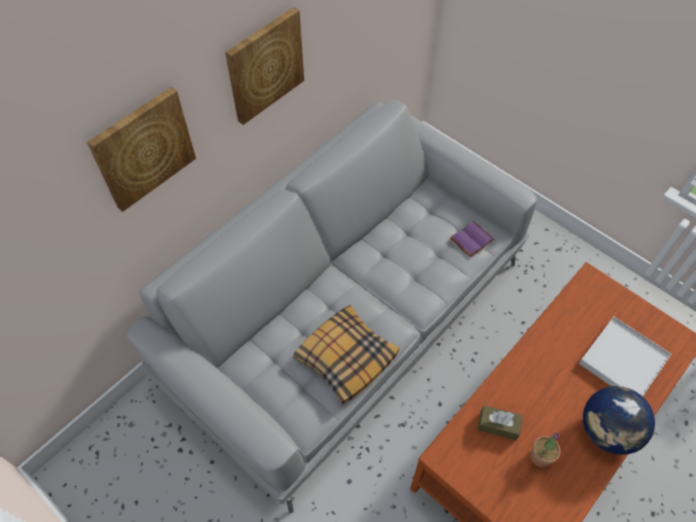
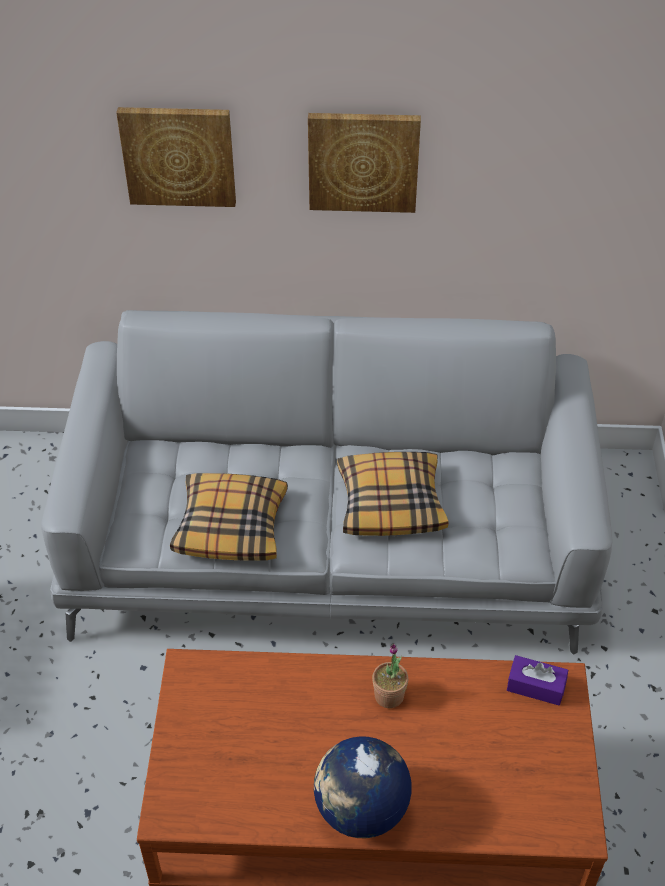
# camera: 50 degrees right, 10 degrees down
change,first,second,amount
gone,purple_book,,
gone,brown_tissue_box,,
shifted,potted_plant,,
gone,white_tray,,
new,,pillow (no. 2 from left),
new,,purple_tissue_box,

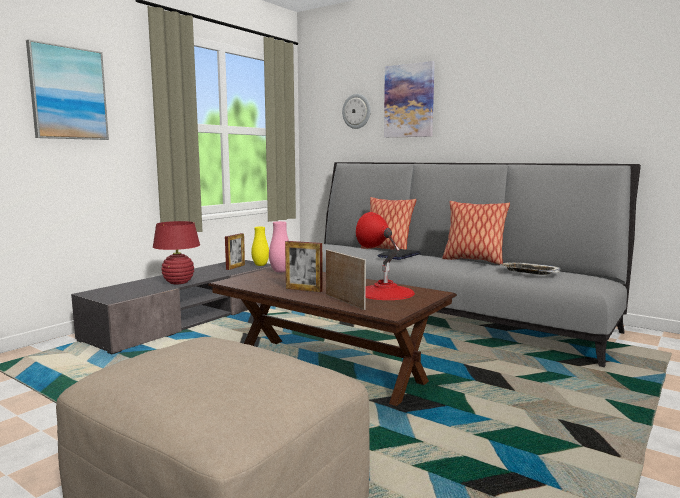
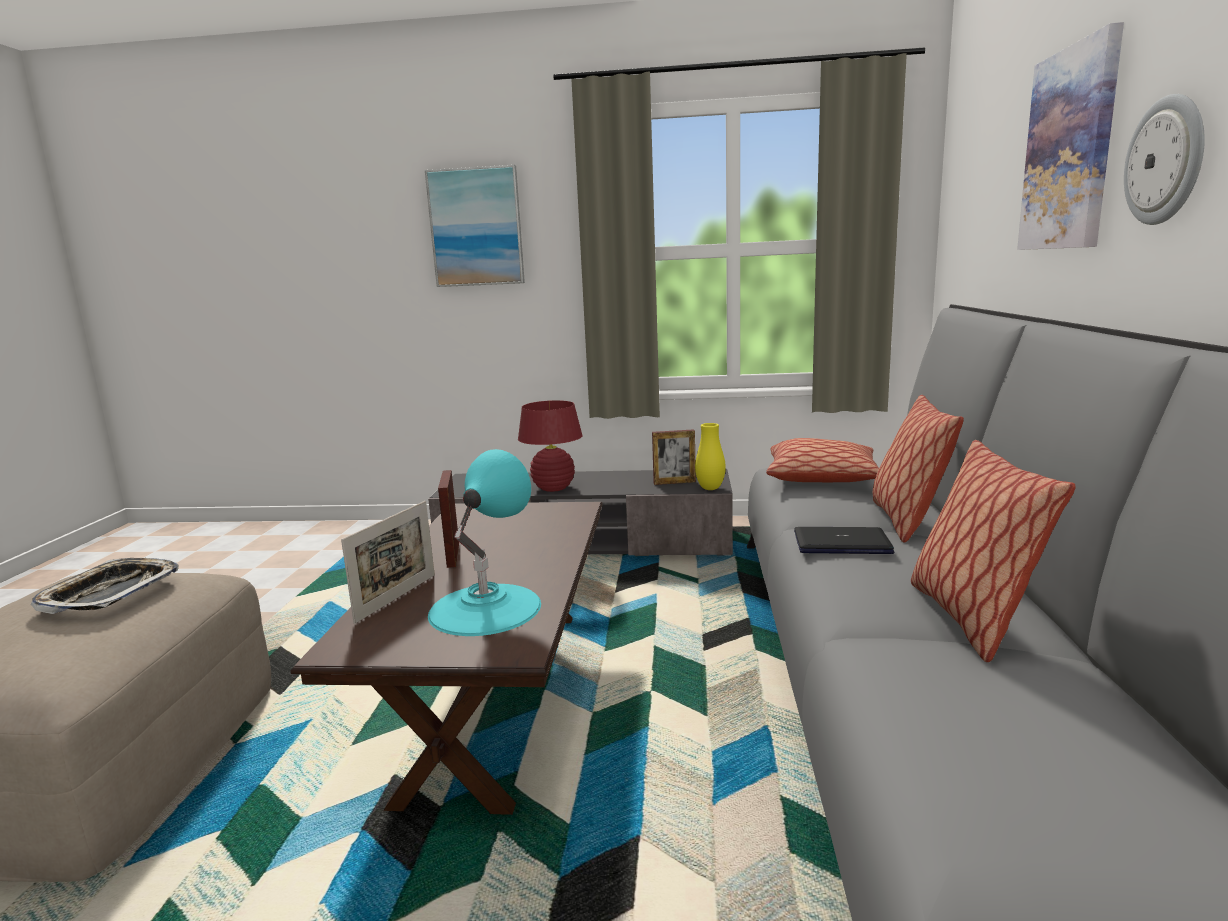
# camera: 60 degrees right, 5 degrees up
change,first,second,amount
gone,pink_vase,,
shifted,wall_clock,,
repainted,red_table_lamp (no. 2 from left),turquoise_table_lamp,
shifted,tray,,
new,,pillow (no. 1 from left),

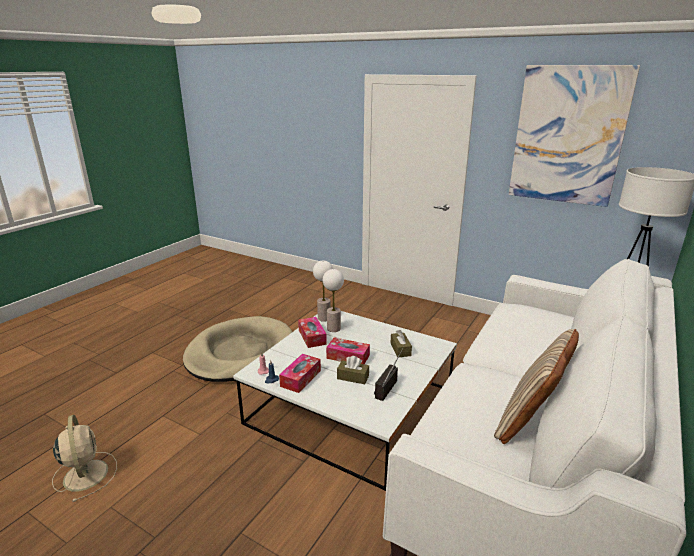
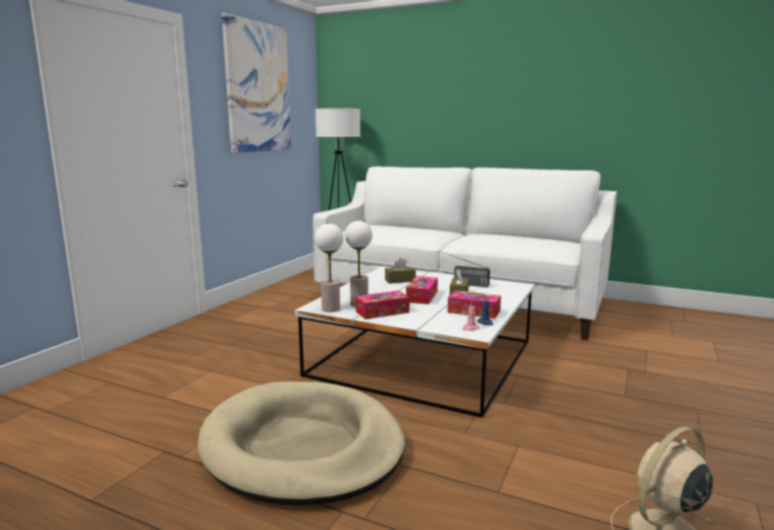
# camera: 95 degrees left, 10 degrees down
change,first,second,amount
gone,beige_pillow,,

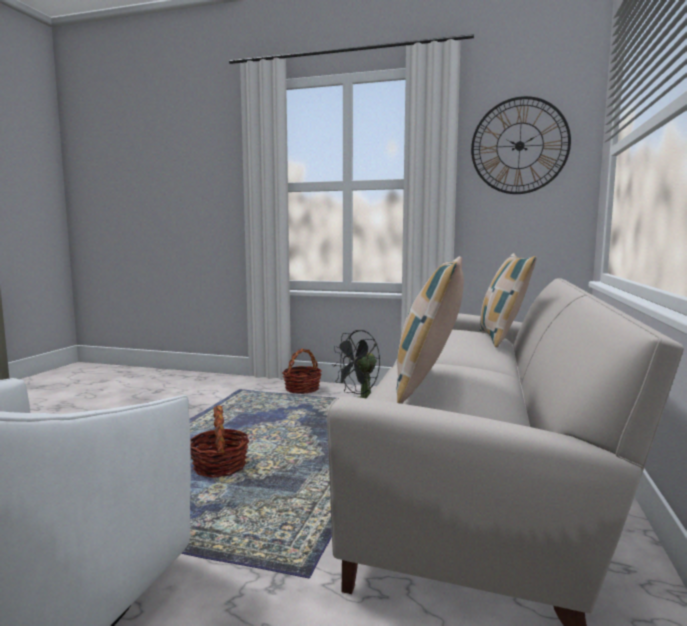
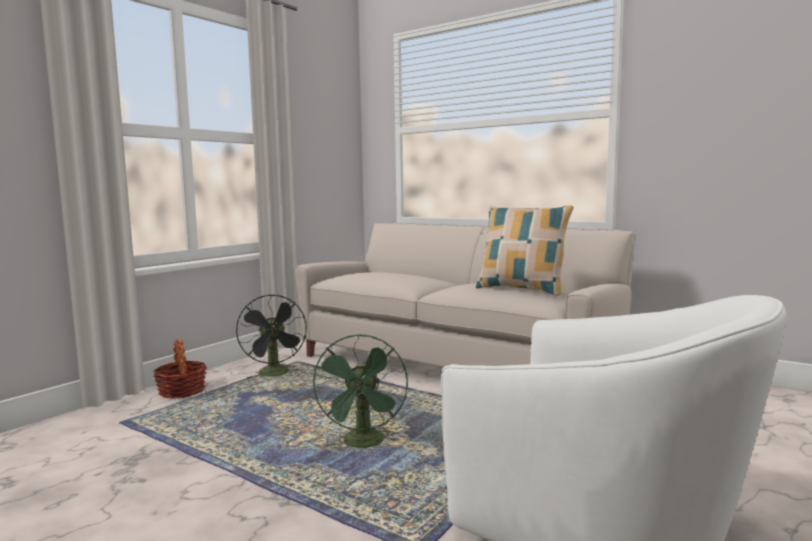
# camera: 70 degrees left, 0 degrees up
change,first,second,amount
swapped,basket (no. 1 from left),green_fan,
gone,wall_clock,,
gone,pillow (no. 2 from left),,

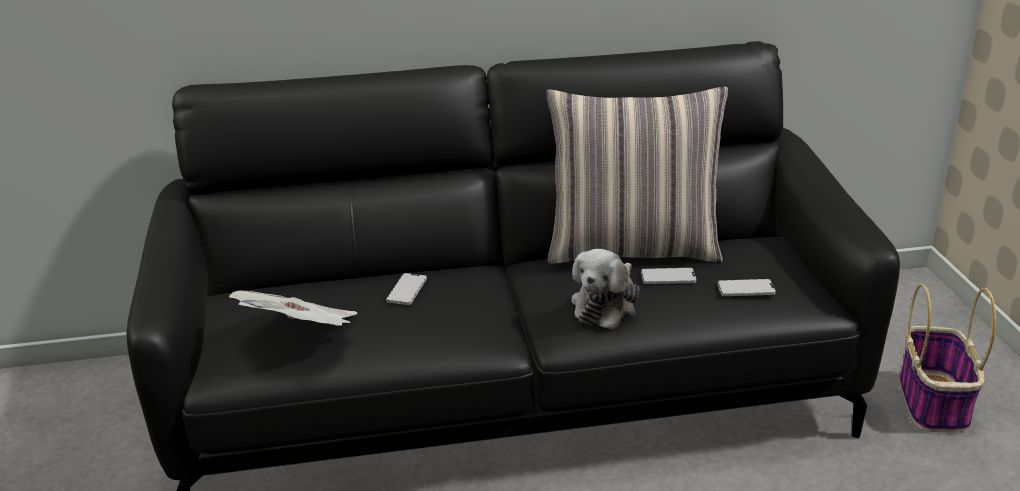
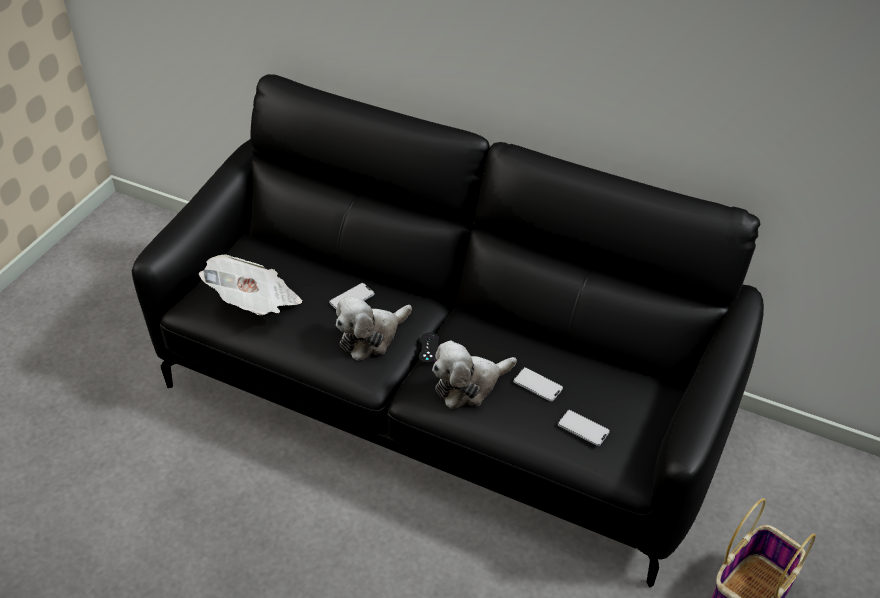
# camera: 35 degrees right, 15 degrees up
change,first,second,amount
gone,pillow,,
new,,plush_toy (no. 1 from left),
new,,black_game_controller,

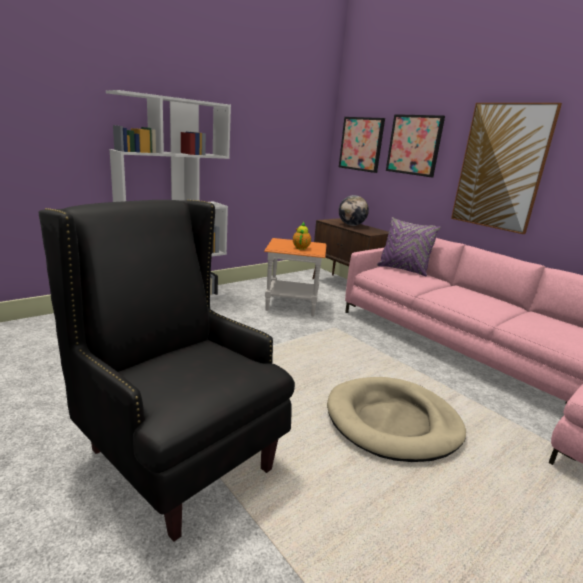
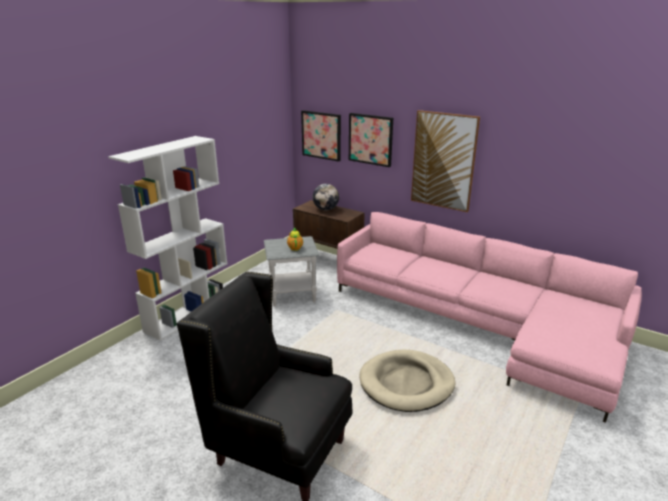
# camera: 15 degrees left, 5 degrees up
change,first,second,amount
repainted,orange_side_table,grey_side_table,
gone,purple_pillow,,

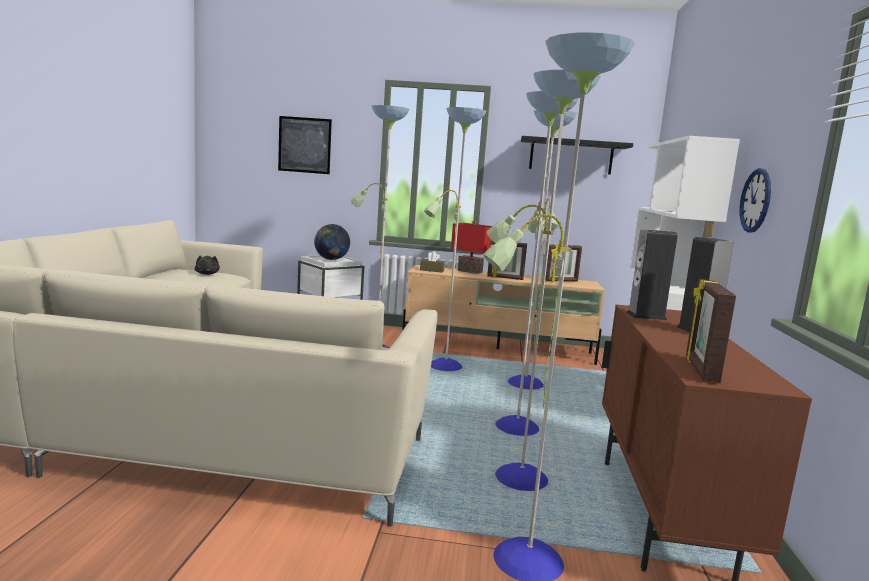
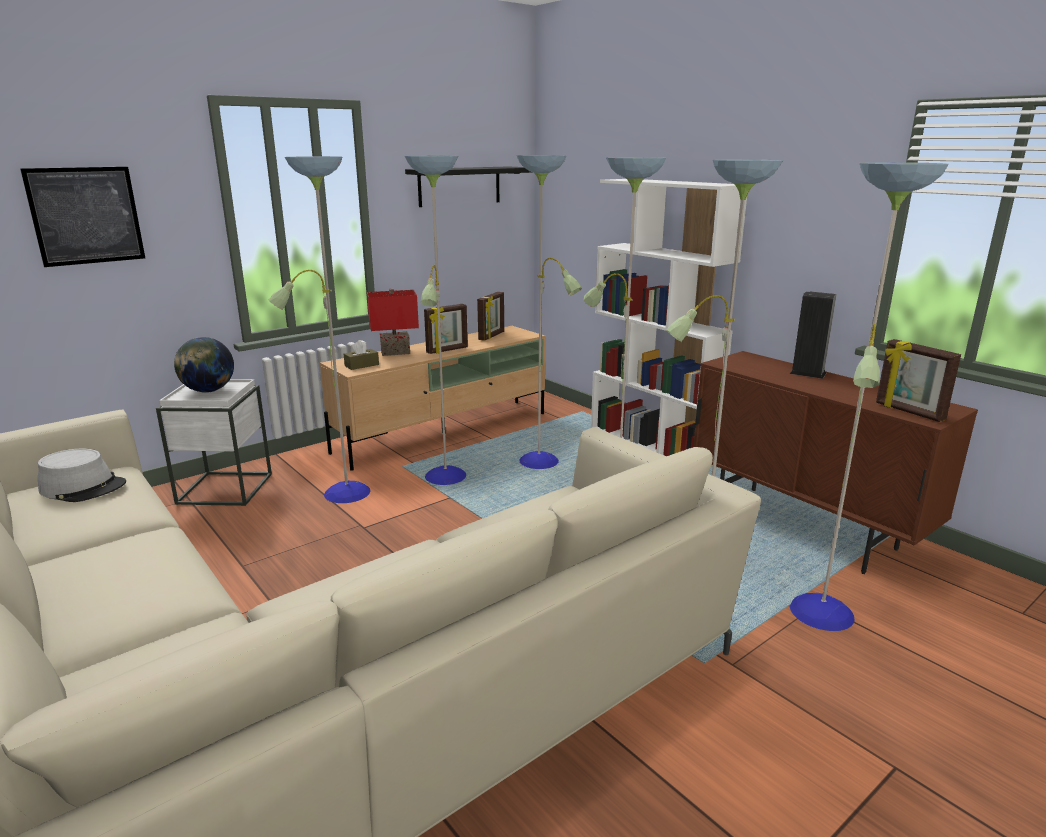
# camera: 45 degrees left, 10 degrees up
change,first,second,amount
swapped,black_plush_toy,grey_hat,
gone,speaker (no. 1 from left),,
gone,wall_clock,,

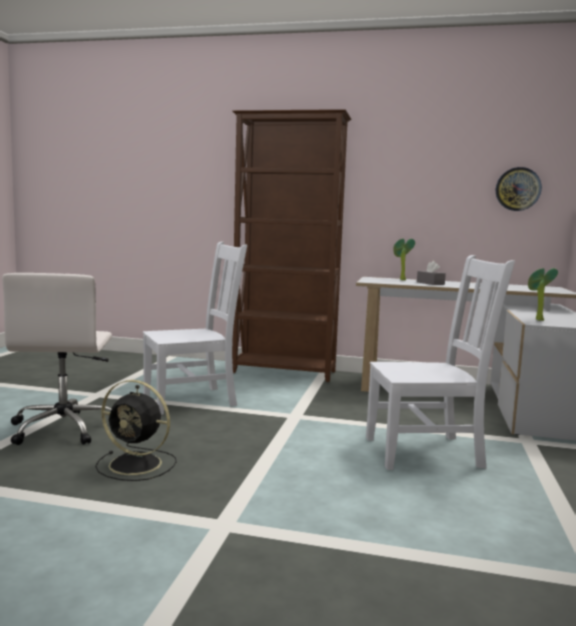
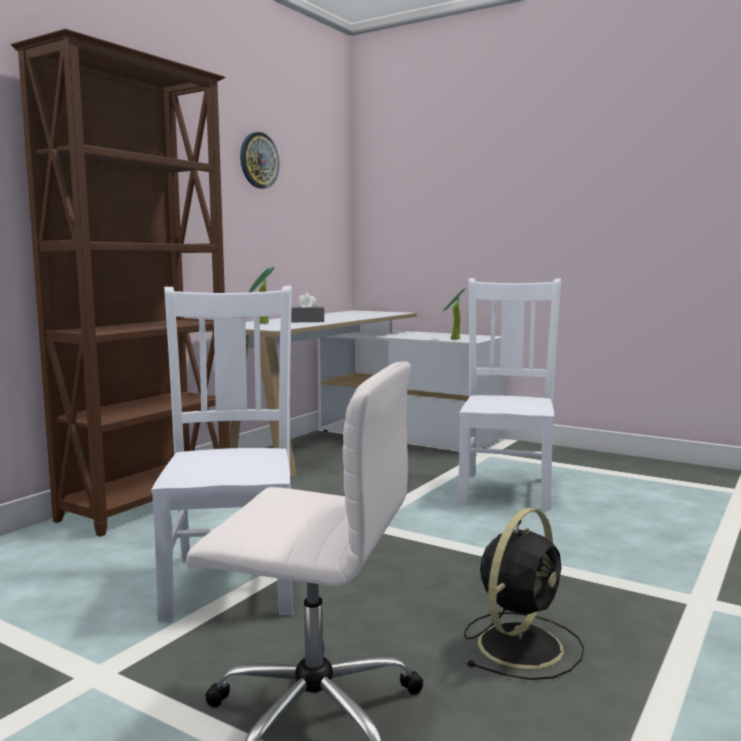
# camera: 70 degrees left, 0 degrees up
change,first,second,amount
shifted,wall_clock,,

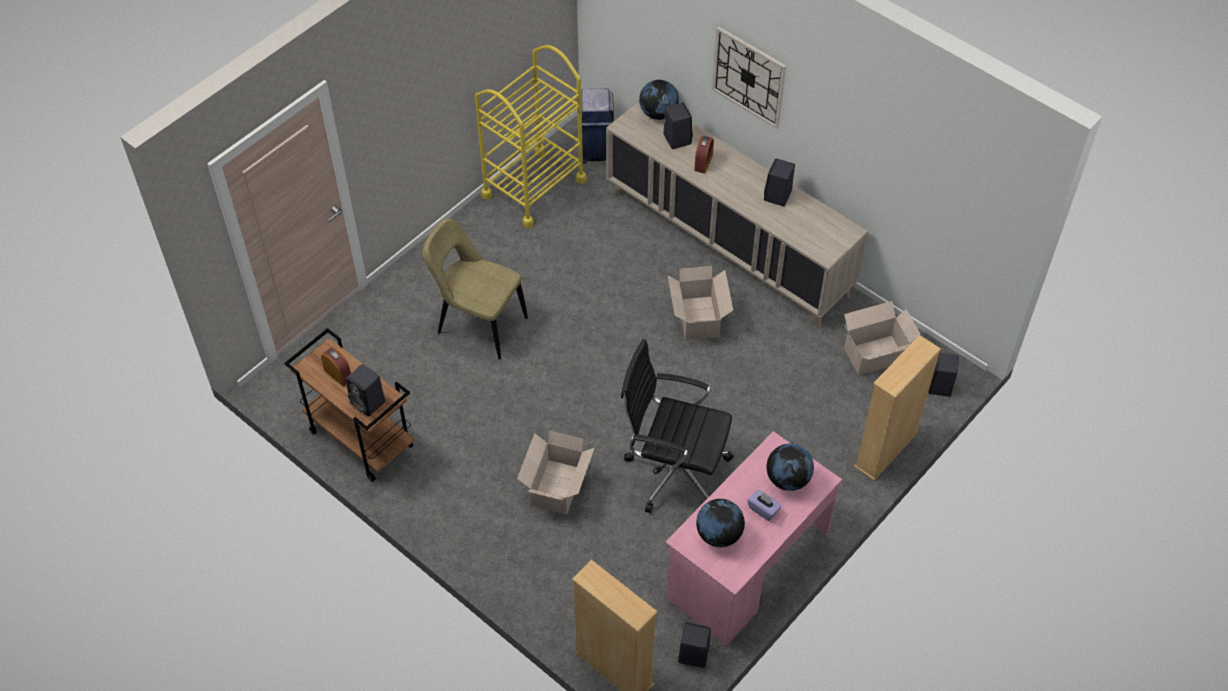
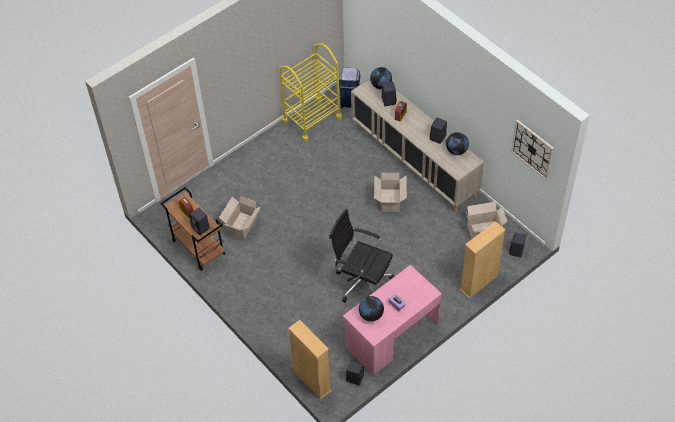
# camera: 10 degrees right, 0 degrees up
change,first,second,amount
gone,beige_chair,,
shifted,cardboard_box (no. 1 from left),,
shifted,wall_clock,,
shifted,globe (no. 3 from left),,

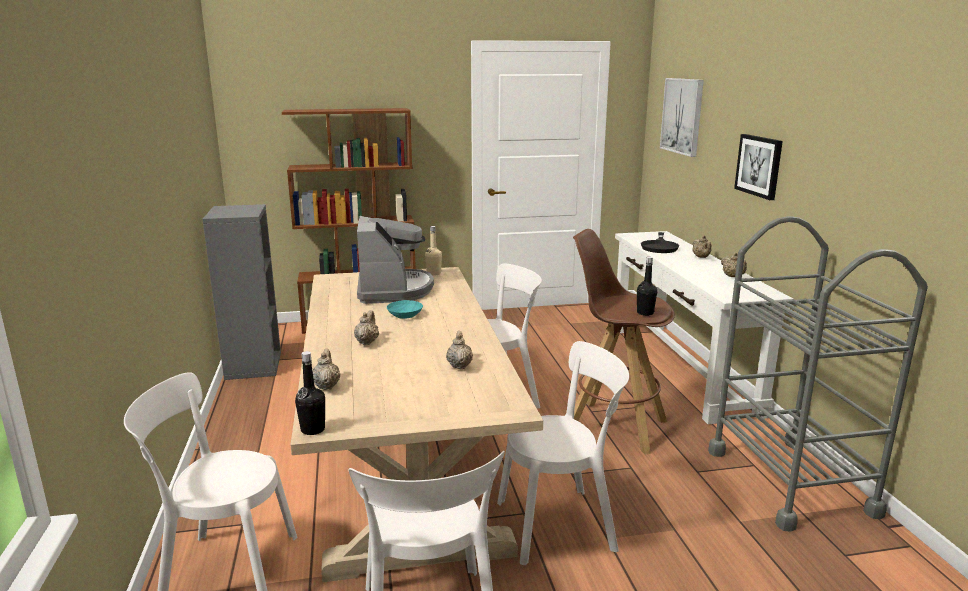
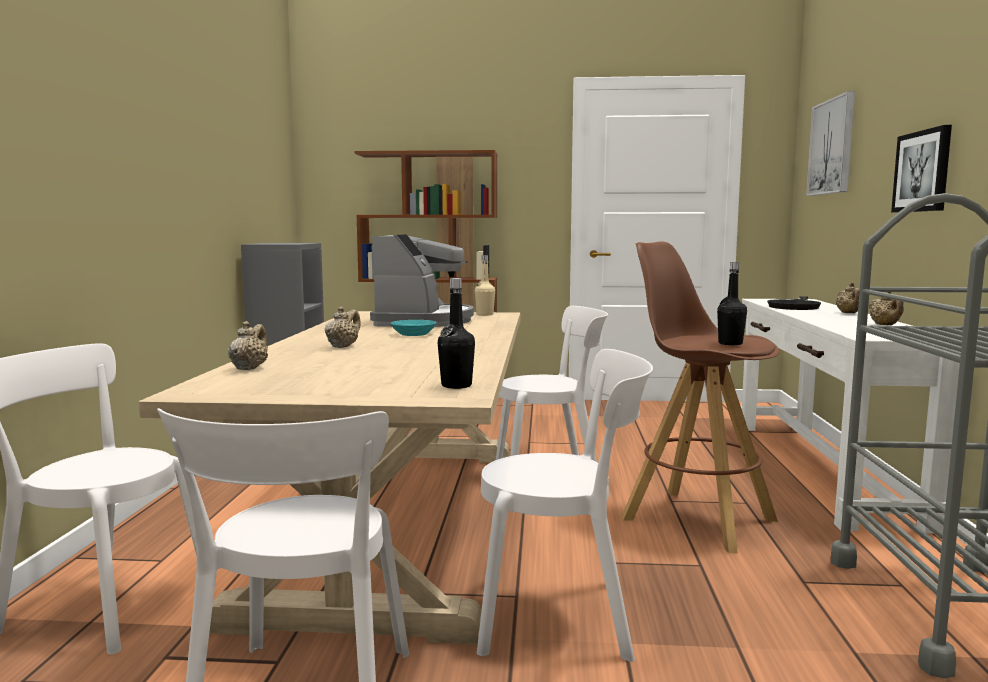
# camera: 15 degrees right, 10 degrees down
change,first,second,amount
shifted,black_bottle (no. 1 from left),,
gone,beige_teapot (no. 3 from left),,

